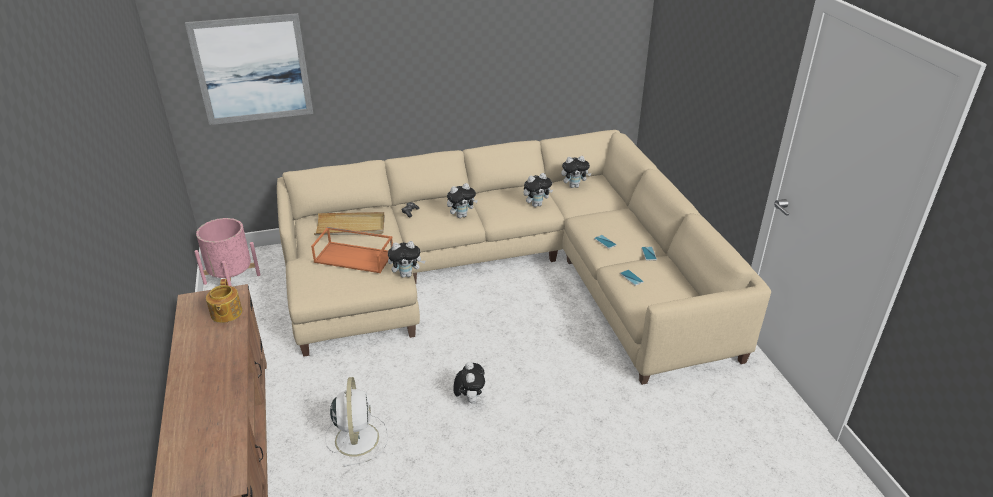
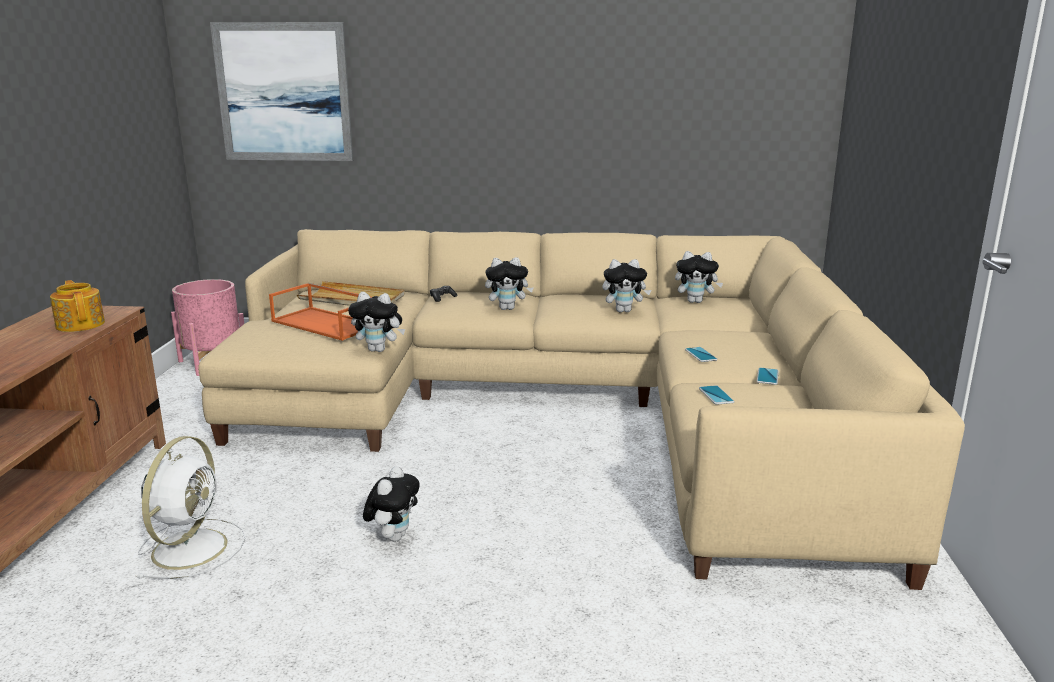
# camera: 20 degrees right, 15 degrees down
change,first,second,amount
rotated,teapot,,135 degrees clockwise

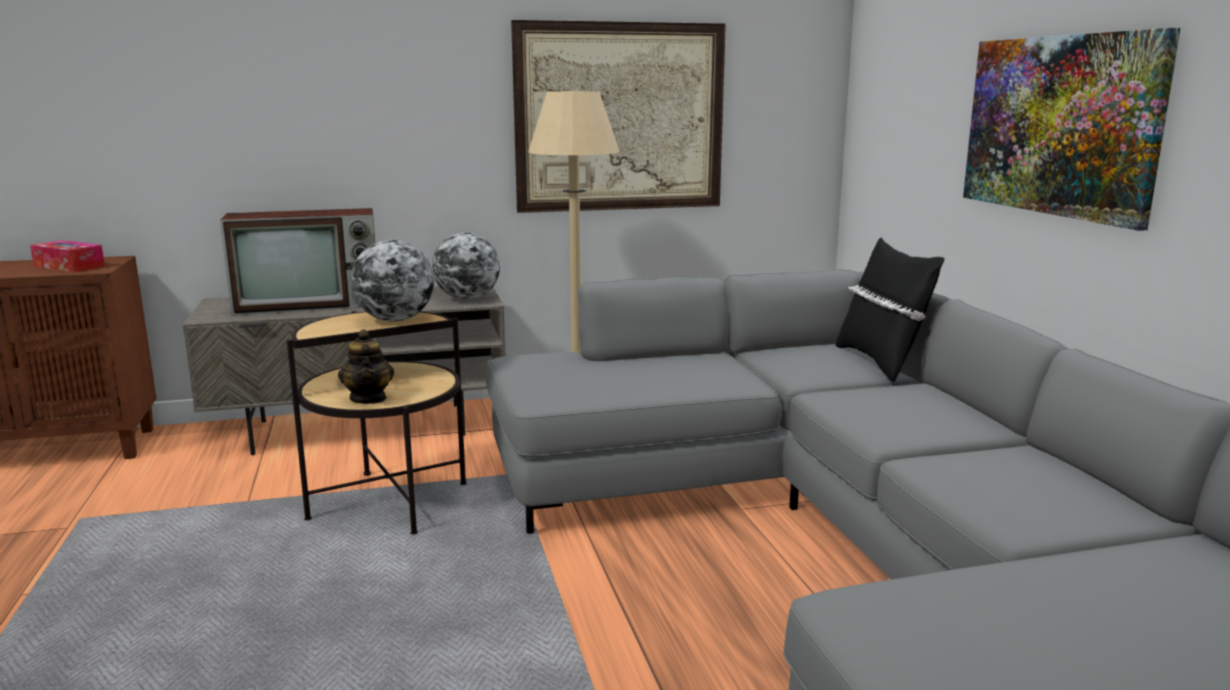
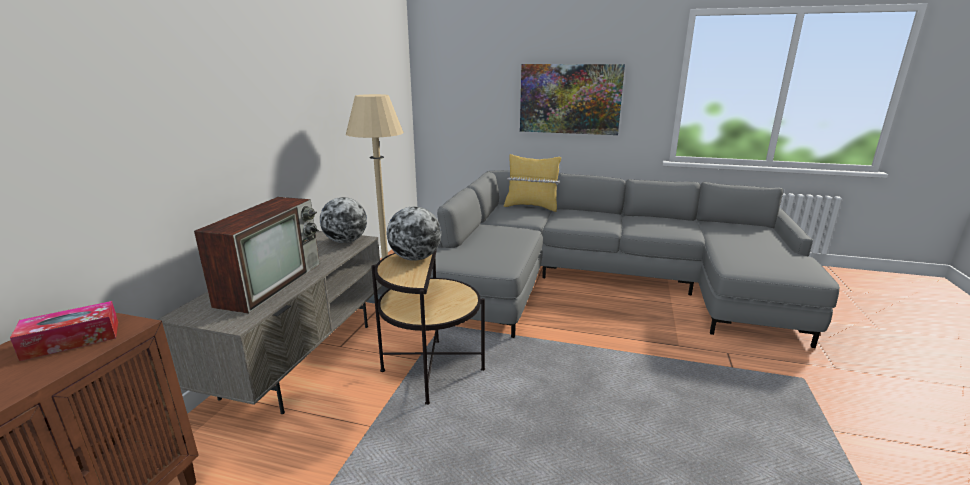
# camera: 60 degrees left, 5 degrees up
change,first,second,amount
gone,teapot,,
gone,picture (no. 1 from left),,
repainted,black_pillow,yellow_pillow,

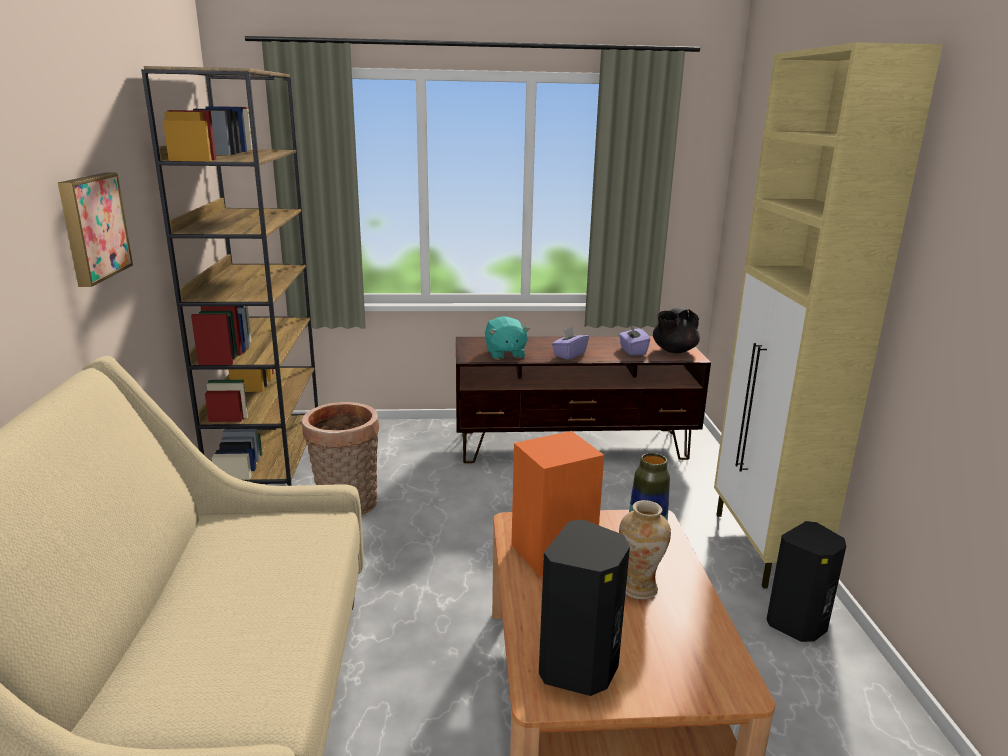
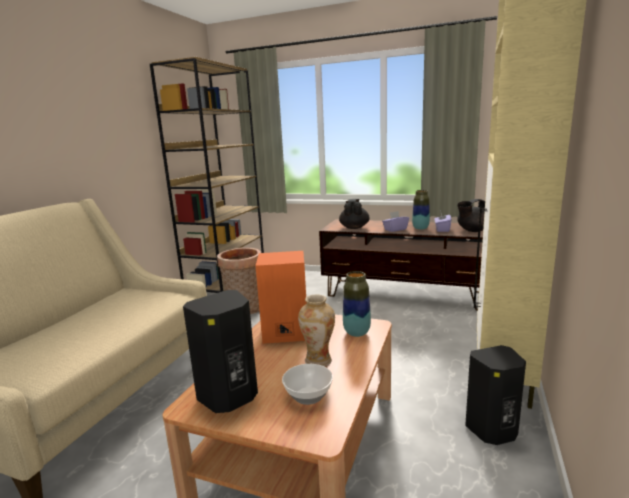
# camera: 25 degrees right, 5 degrees down
change,first,second,amount
gone,picture,,
swapped,turquoise_plush_toy,black_teapot (no. 1 from left),
new,,bowl,
new,,vase (no. 3 from left),

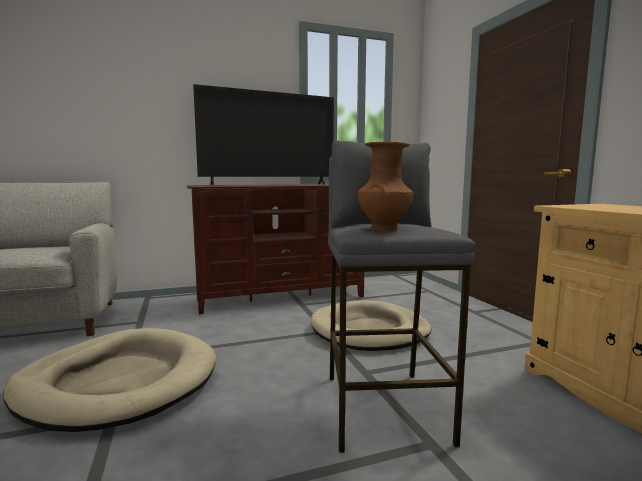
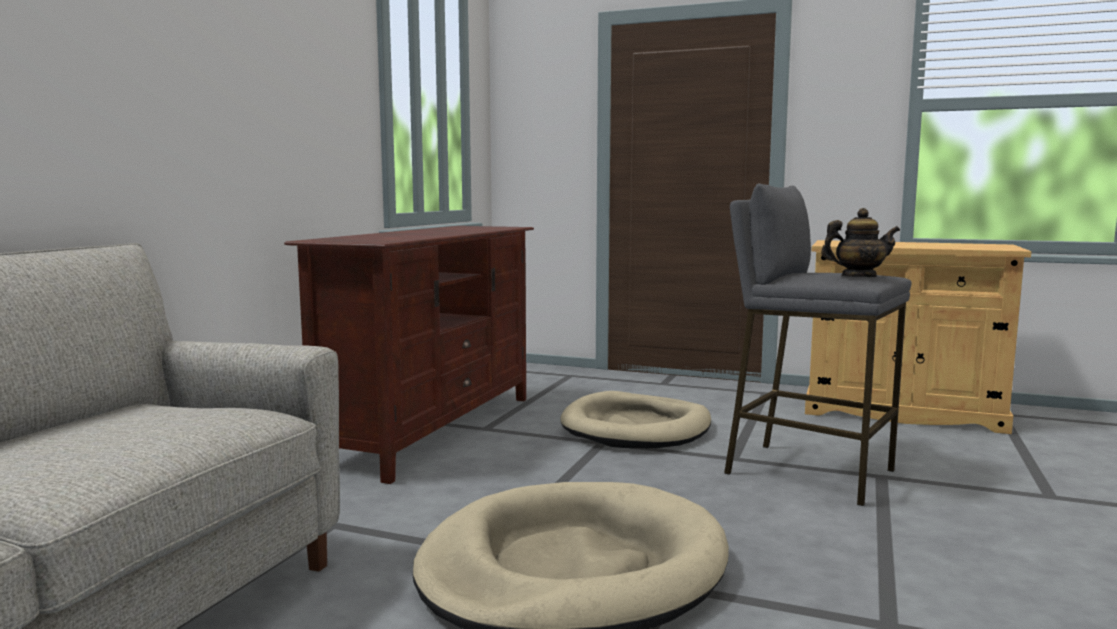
# camera: 50 degrees left, 0 degrees up
change,first,second,amount
gone,television,,
swapped,brown_vase,teapot,

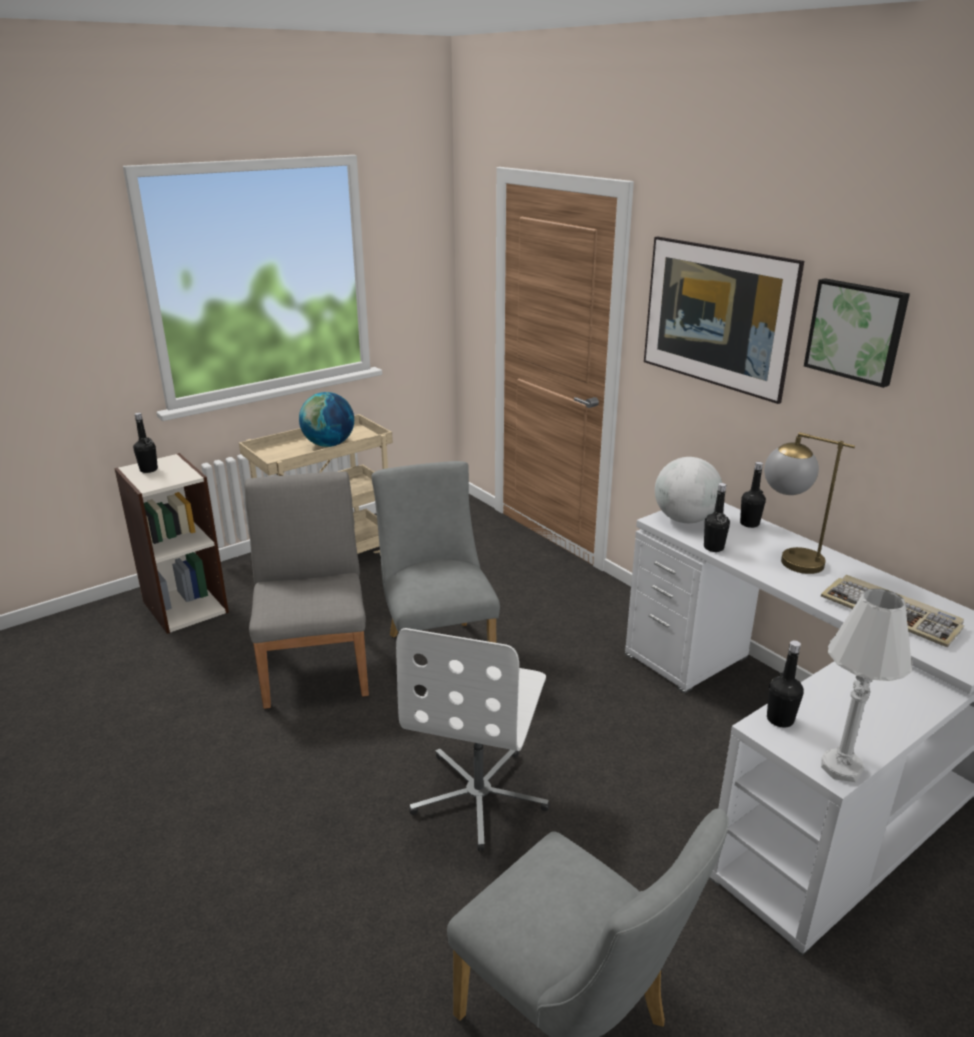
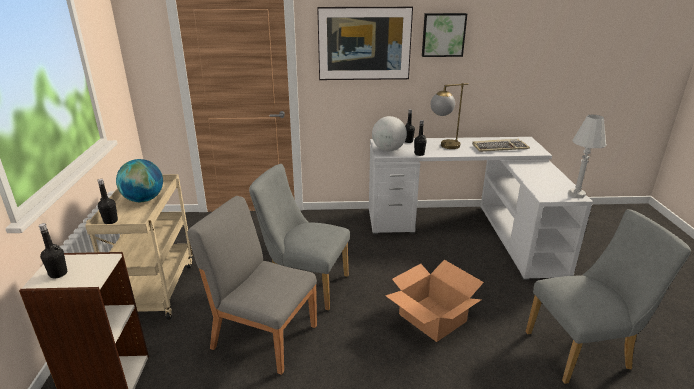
# camera: 55 degrees left, 0 degrees up
change,first,second,amount
swapped,white_office_chair,cardboard_box,
shifted,black_bottle (no. 4 from left in the first image),black_bottle (no. 2 from left),

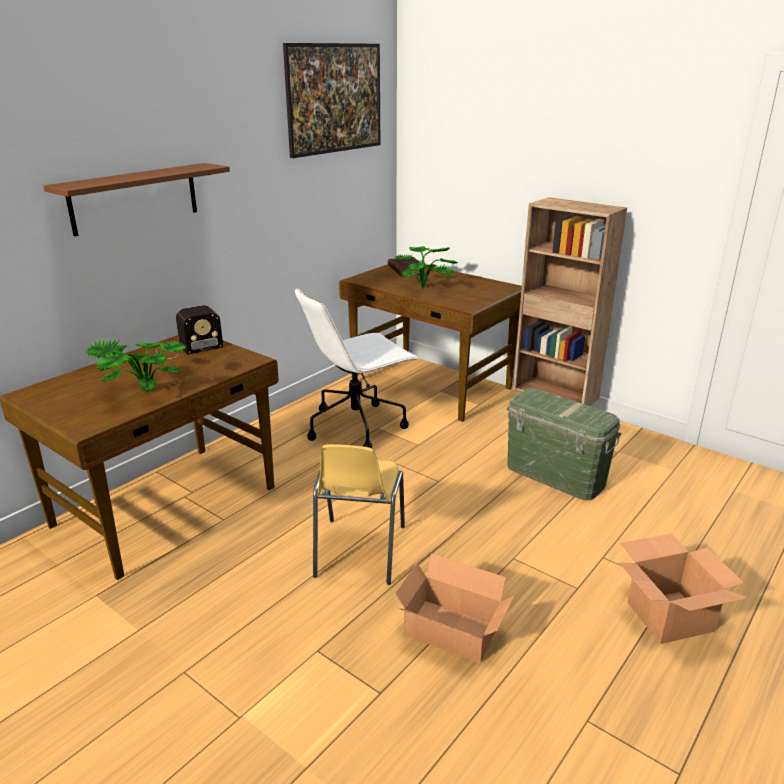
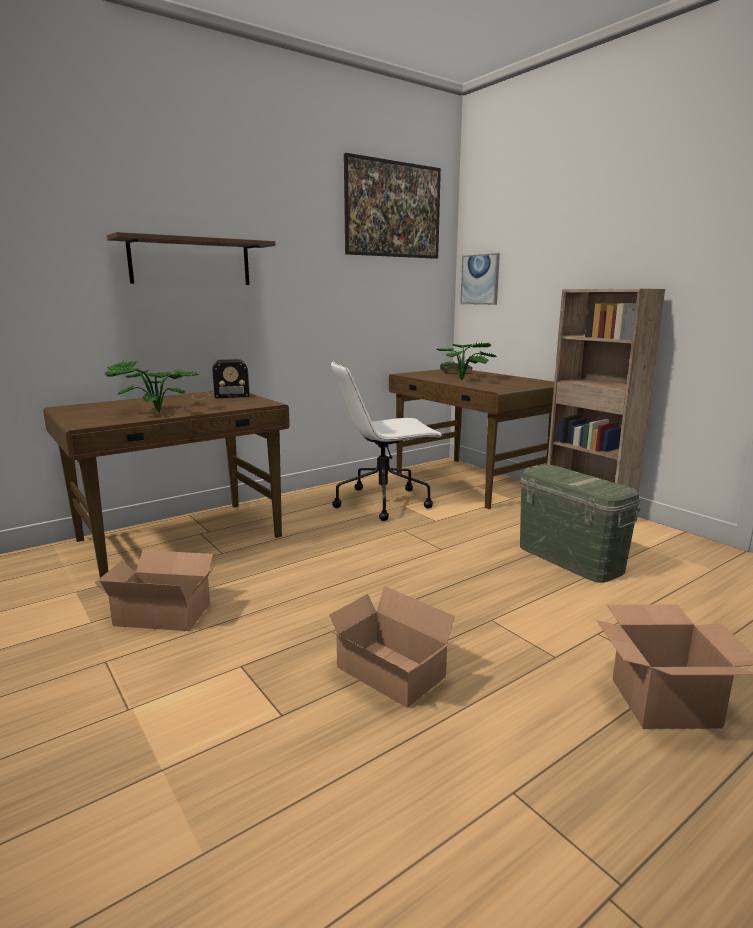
# camera: 15 degrees right, 10 degrees down
change,first,second,amount
gone,yellow_chair,,
new,,cardboard_box (no. 1 from left),
new,,picture (no. 2 from left),

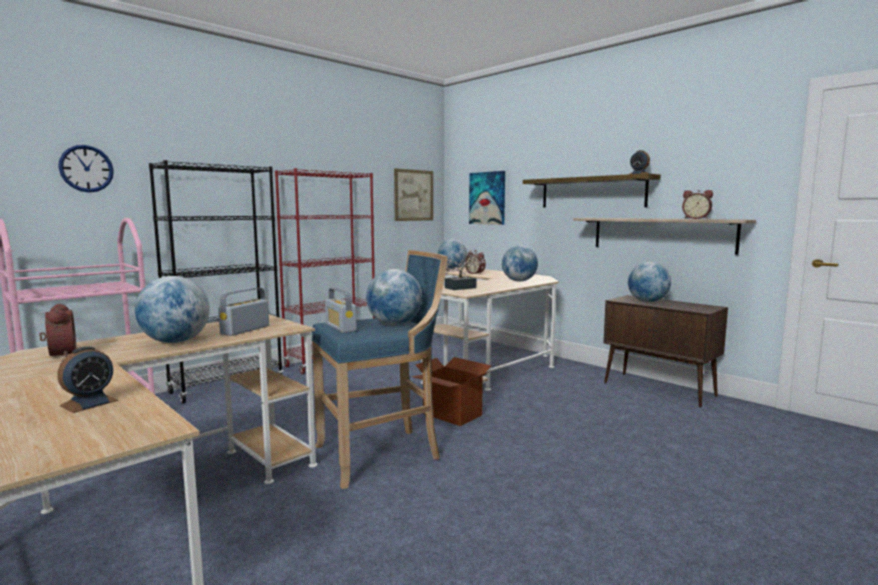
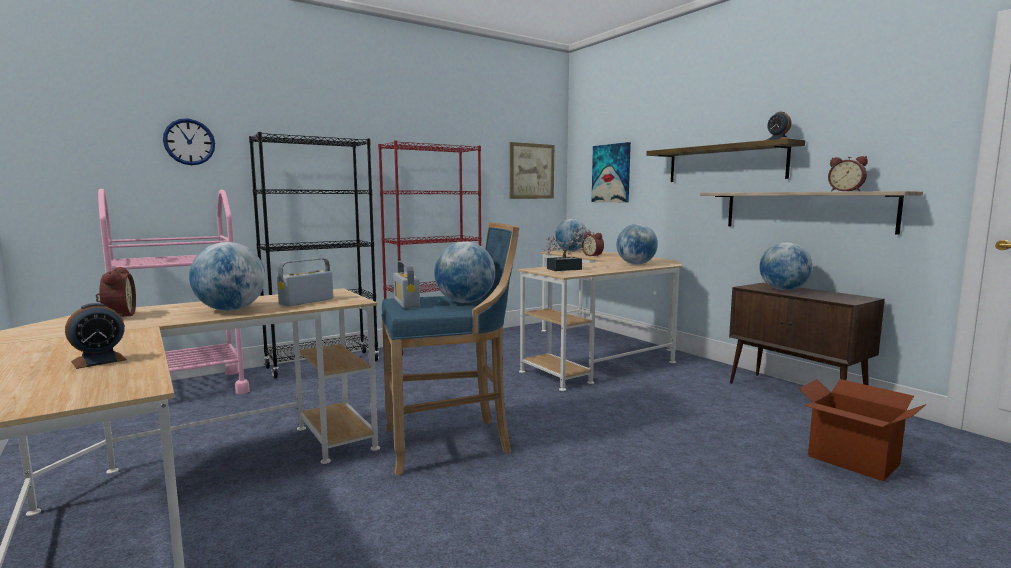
# camera: 10 degrees right, 0 degrees up
change,first,second,amount
shifted,cardboard_box,,

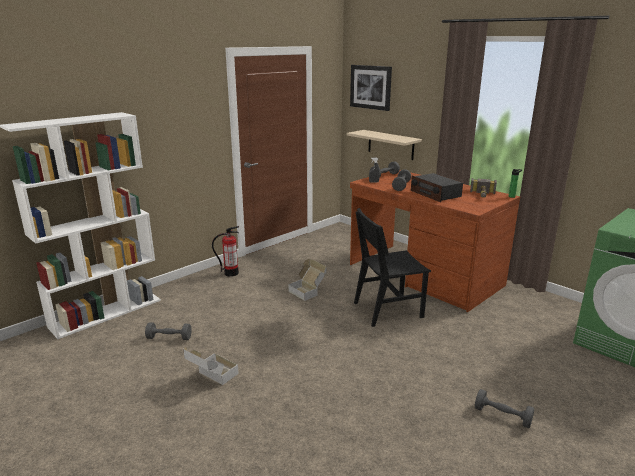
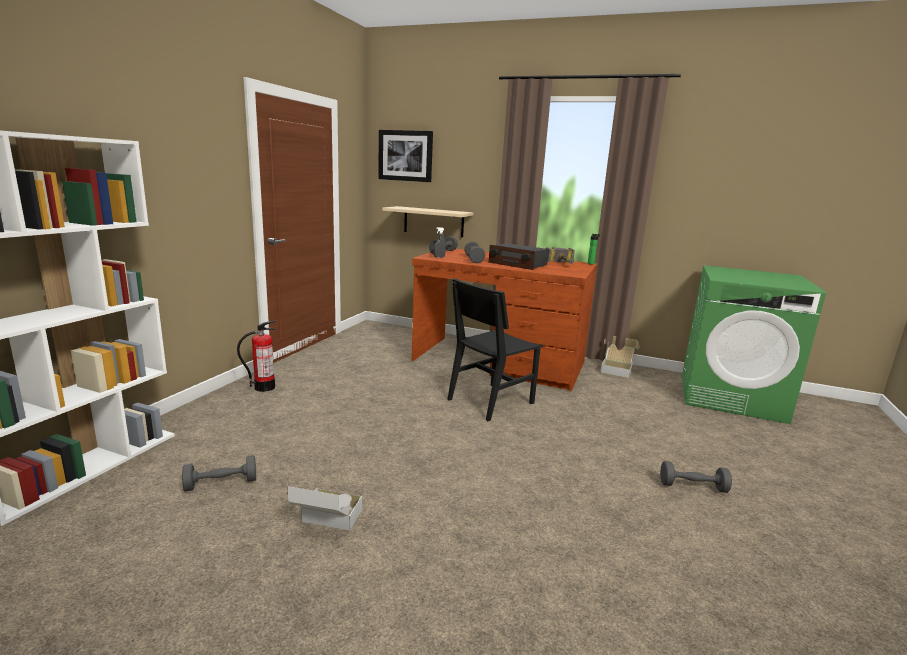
# camera: 25 degrees left, 5 degrees down
change,first,second,amount
shifted,cardboard_box (no. 2 from left),,

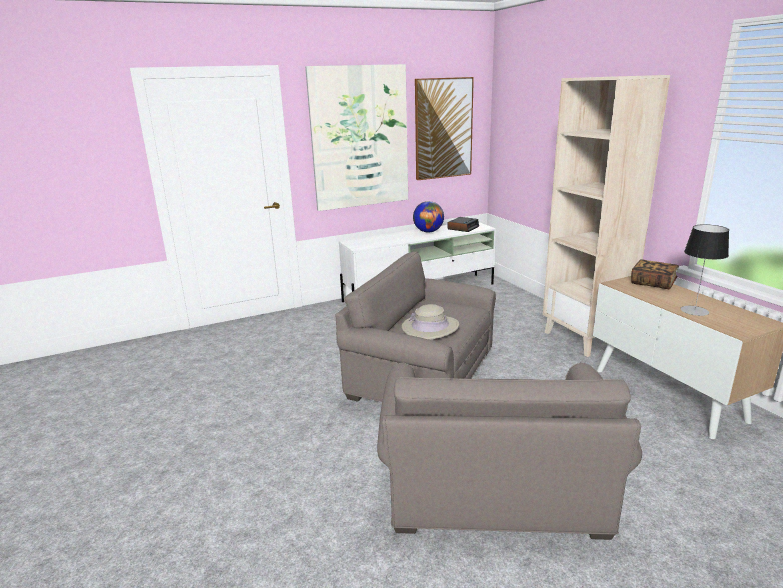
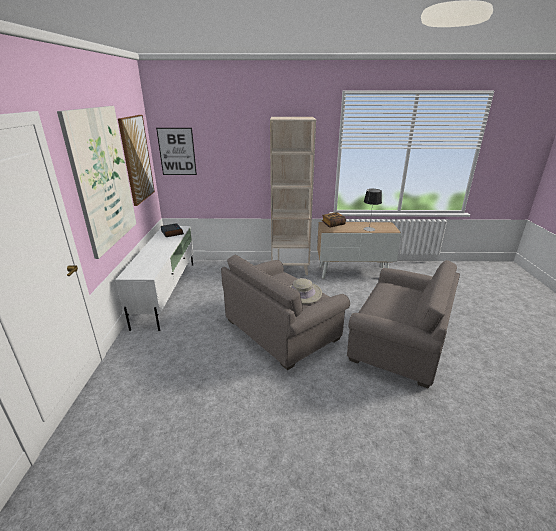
# camera: 65 degrees left, 5 degrees up
change,first,second,amount
gone,globe,,
new,,picture (no. 3 from left),

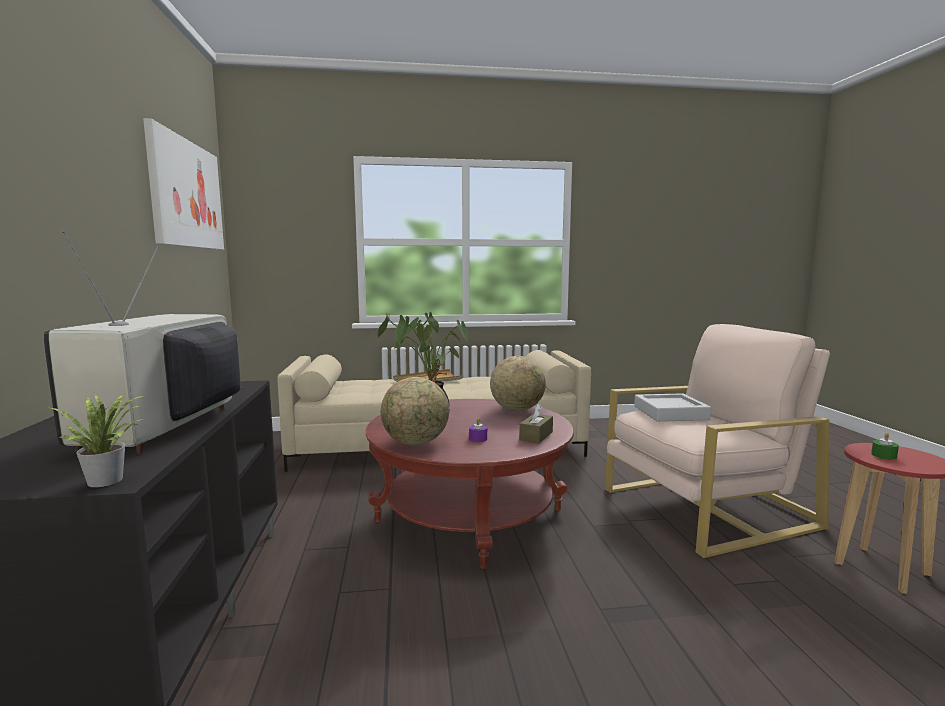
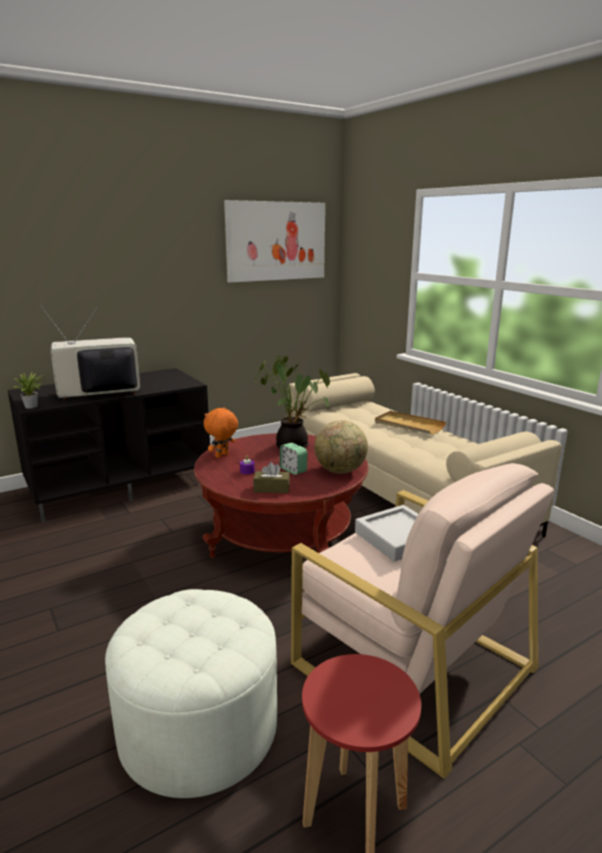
# camera: 65 degrees right, 10 degrees up
change,first,second,amount
swapped,globe (no. 1 from left),orange_plush_toy,
gone,green_candle,,
new,,white_ottoman,
new,,alarm_clock,

